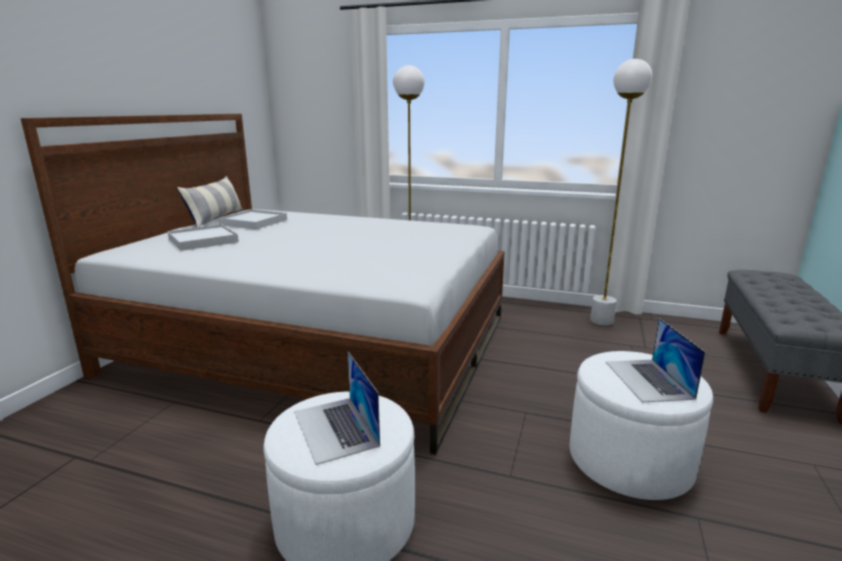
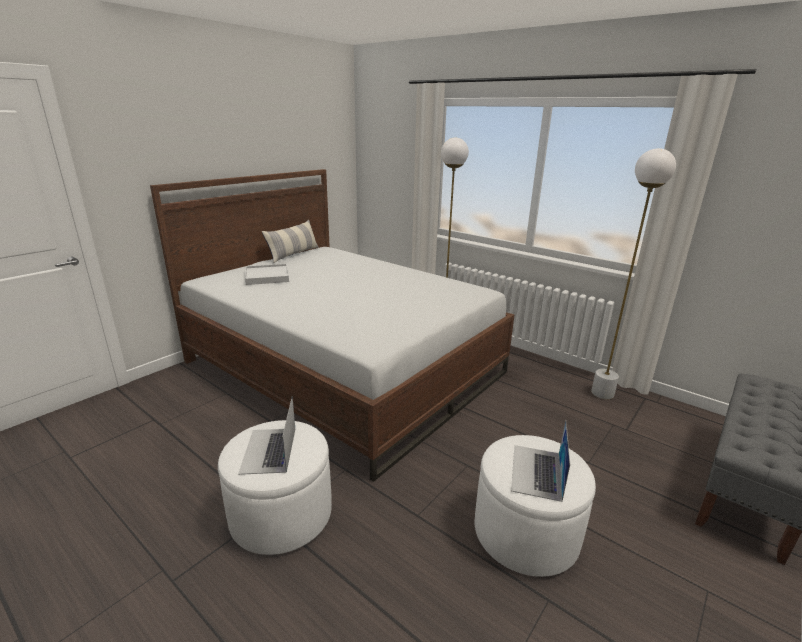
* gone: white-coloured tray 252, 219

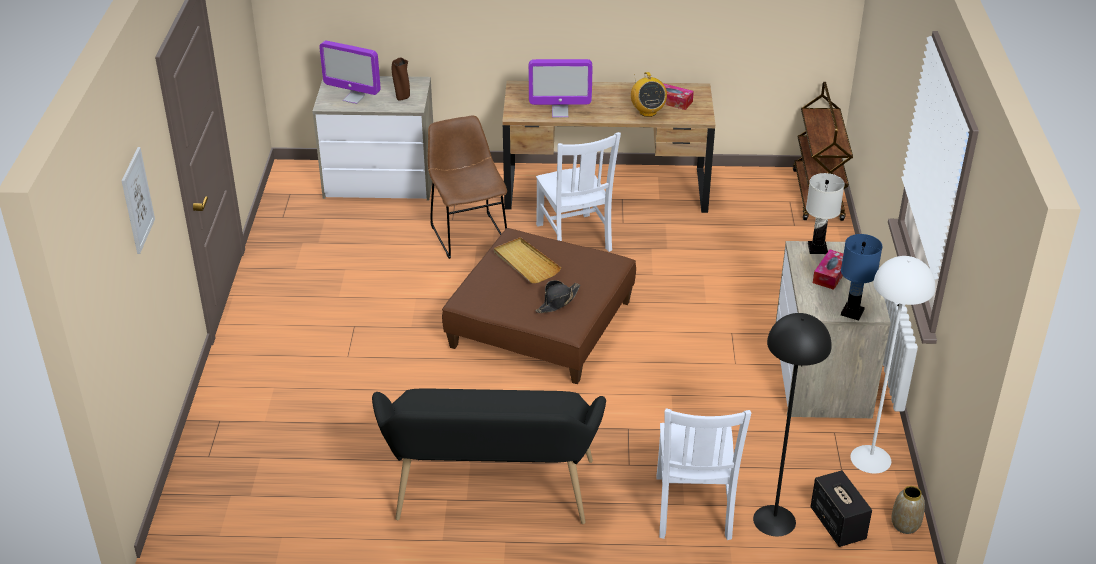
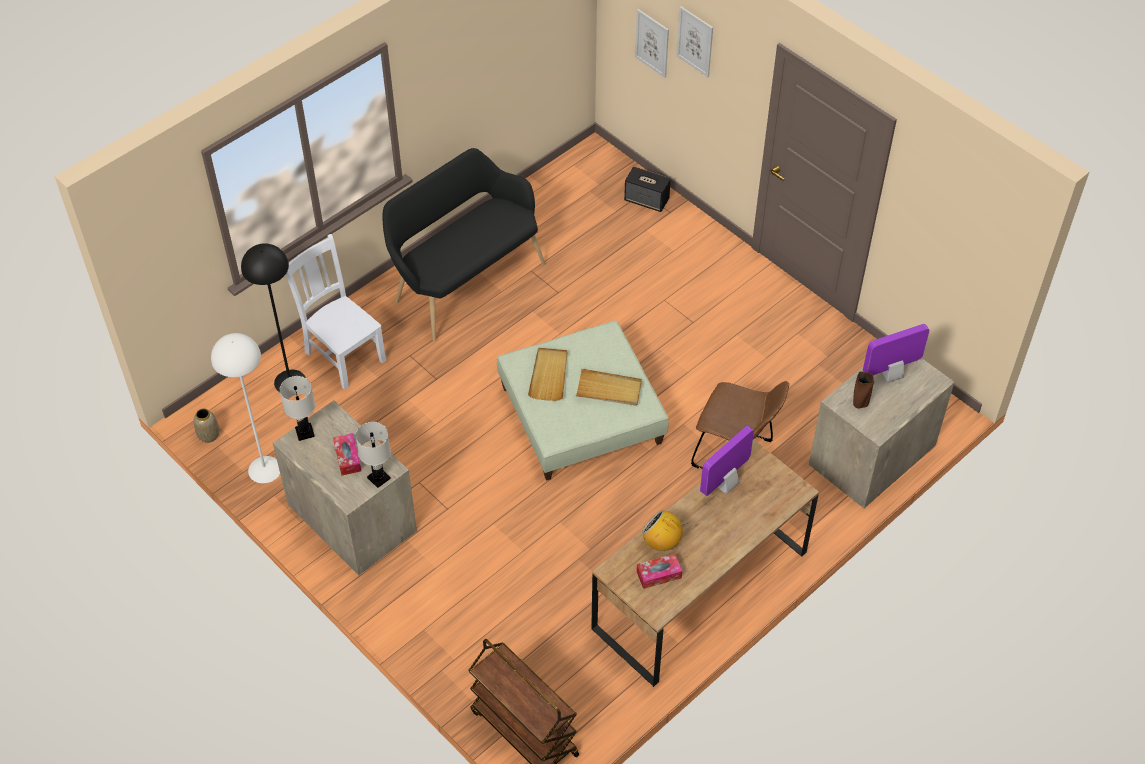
* repainted: blue-coloured table lamp 861, 277 to white-coloured table lamp 297, 408
* repainted: brownish footrest 539, 306 to green footrest 583, 401
* swapped: black wearable hat 557, 296 to beige-coloured tray 548, 374
* shifted: speaker 841, 508 to 647, 189
* new: wall art 652, 43
* gone: white-coloured plain chair 578, 192

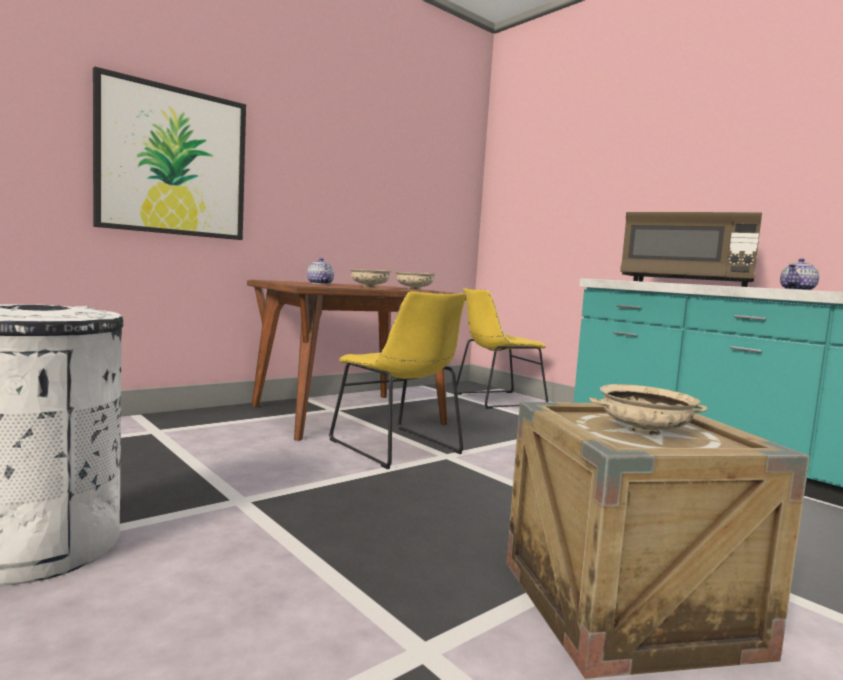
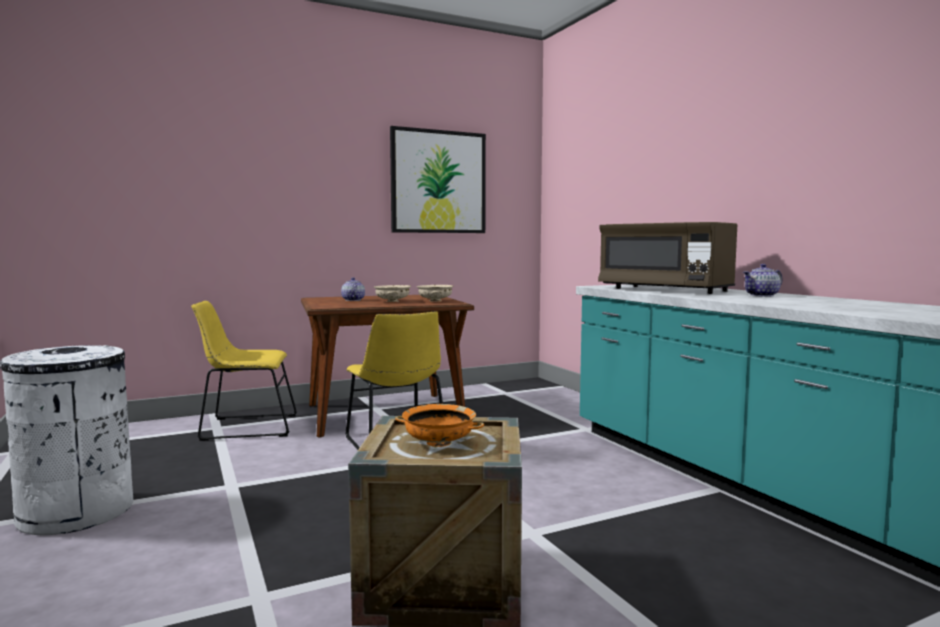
* shifted: yellowish plain chair 502, 348 to 244, 371
* shifted: wall art 169, 153 to 438, 179
* repainted: beige-coloured bowl 648, 409 to orange bowl 439, 425

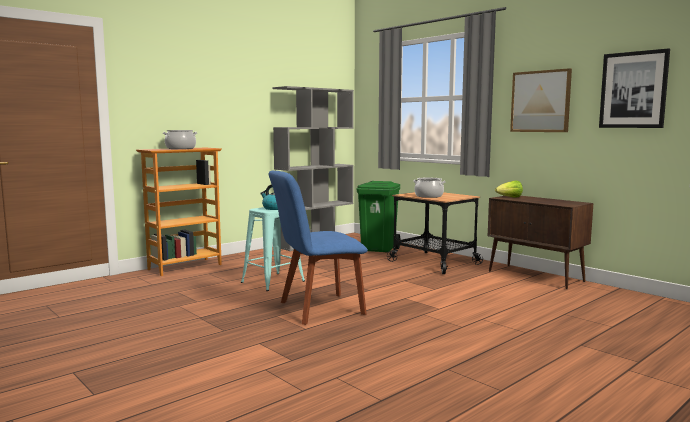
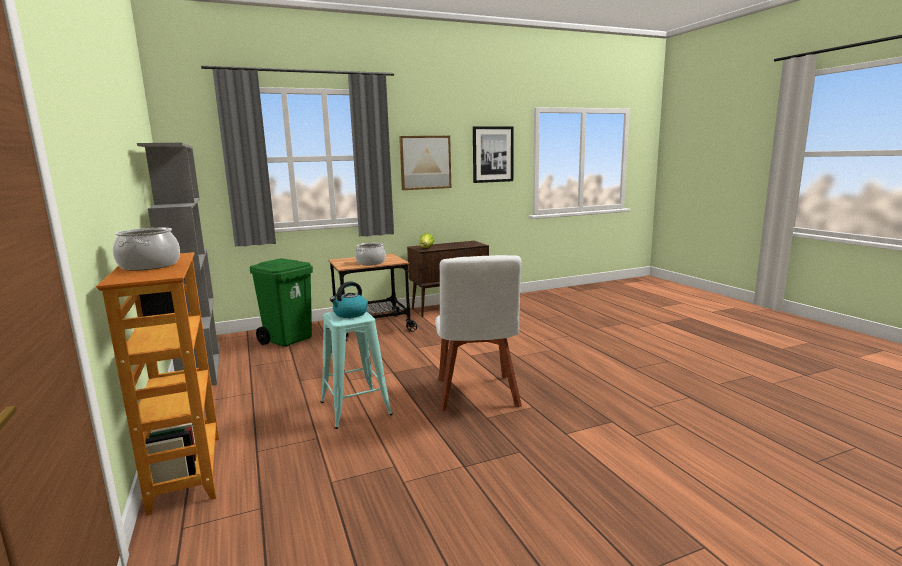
* repainted: blue-coloured plain chair 318, 248 to white-coloured plain chair 478, 333

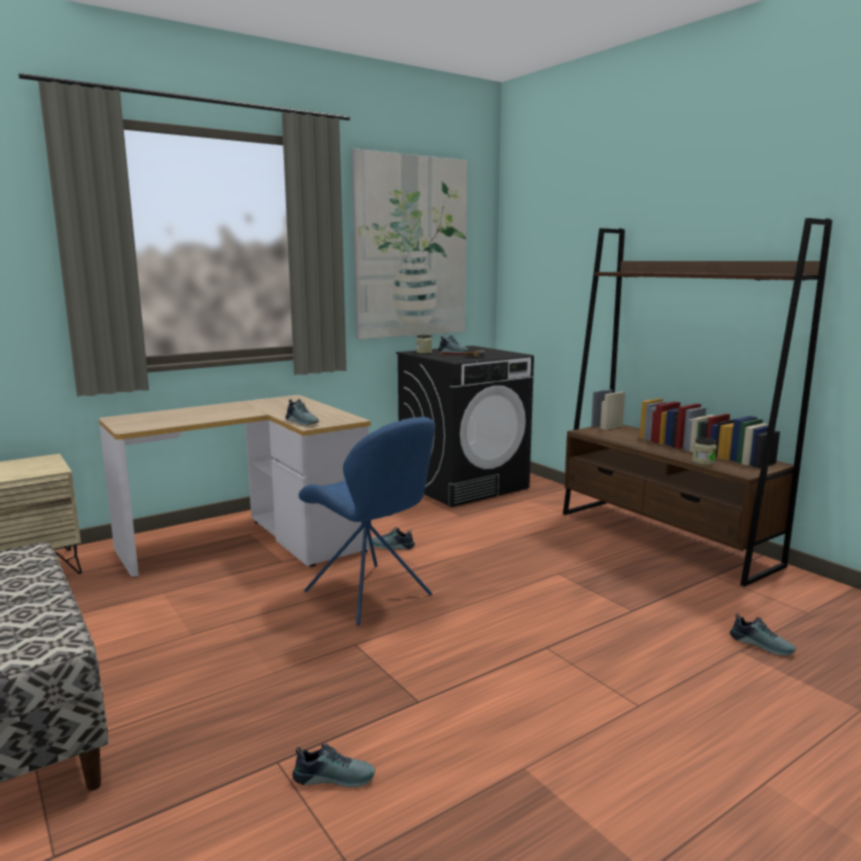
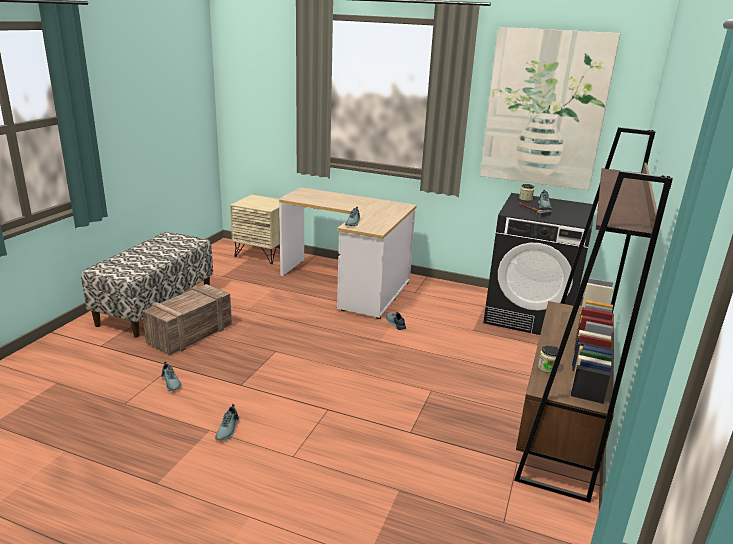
* new: packing crate 187, 319
* shifted: shoe 763, 634 to 227, 422
* gone: blue-coloured plain chair 367, 521

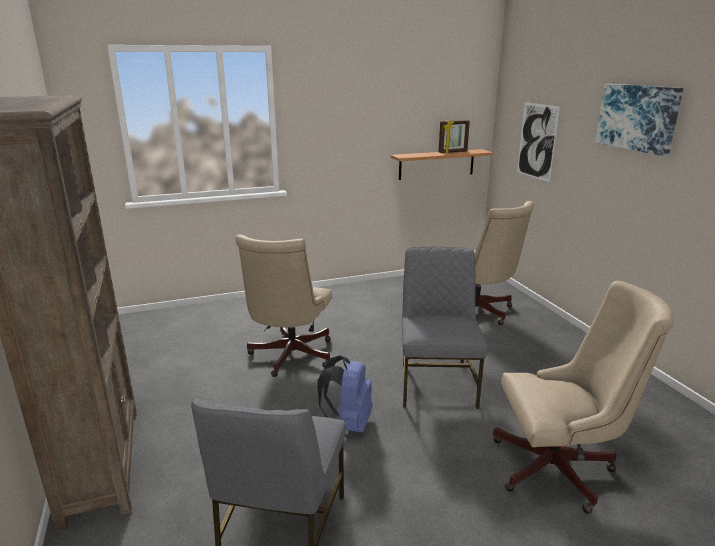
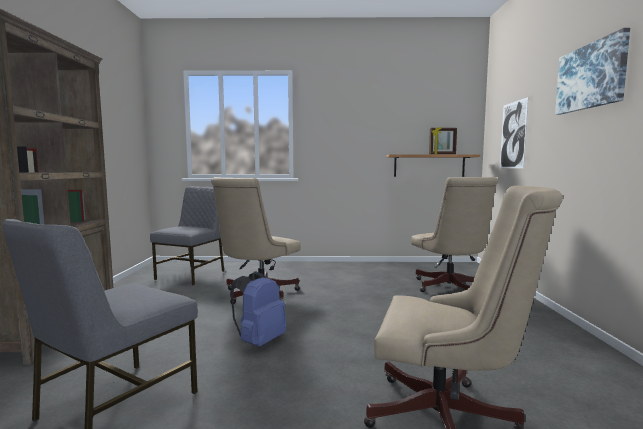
* shifted: grey plain chair 444, 328 to 187, 235

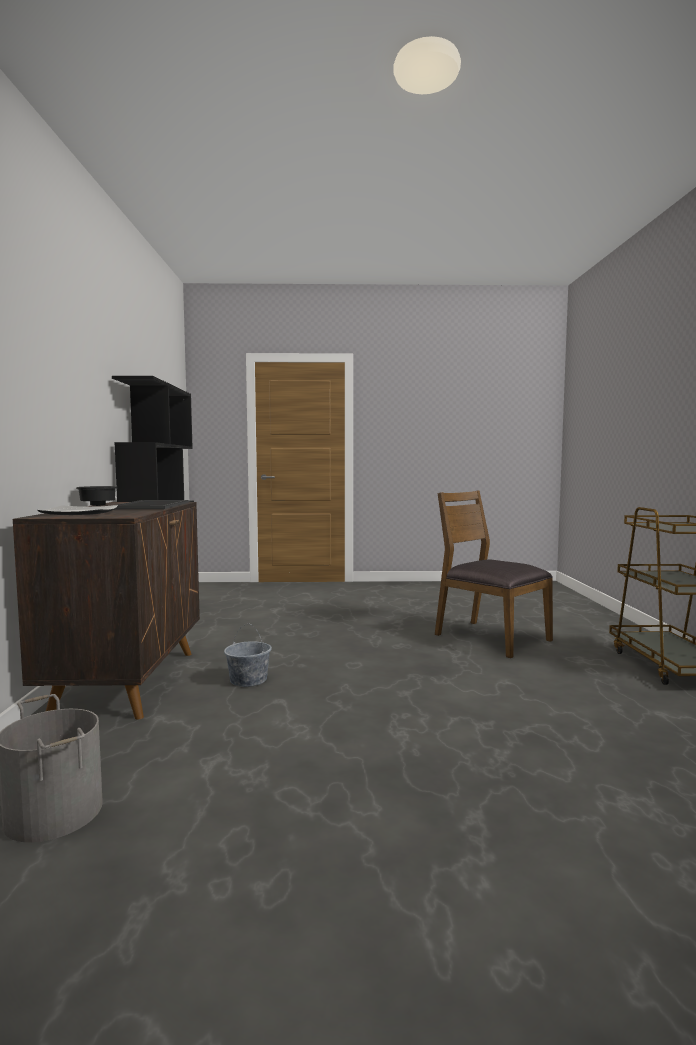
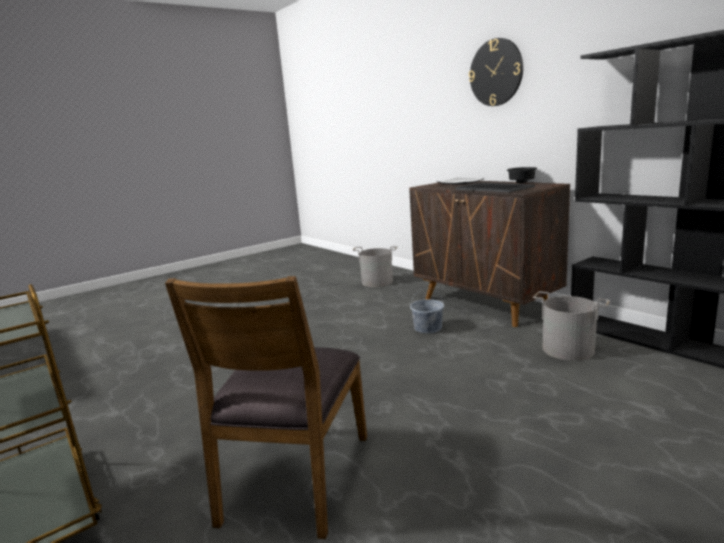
* rotated: brownish plain chair 494, 574 = 266, 407 90 degrees clockwise
* new: hanging clock 496, 72
* new: grey pail 571, 326

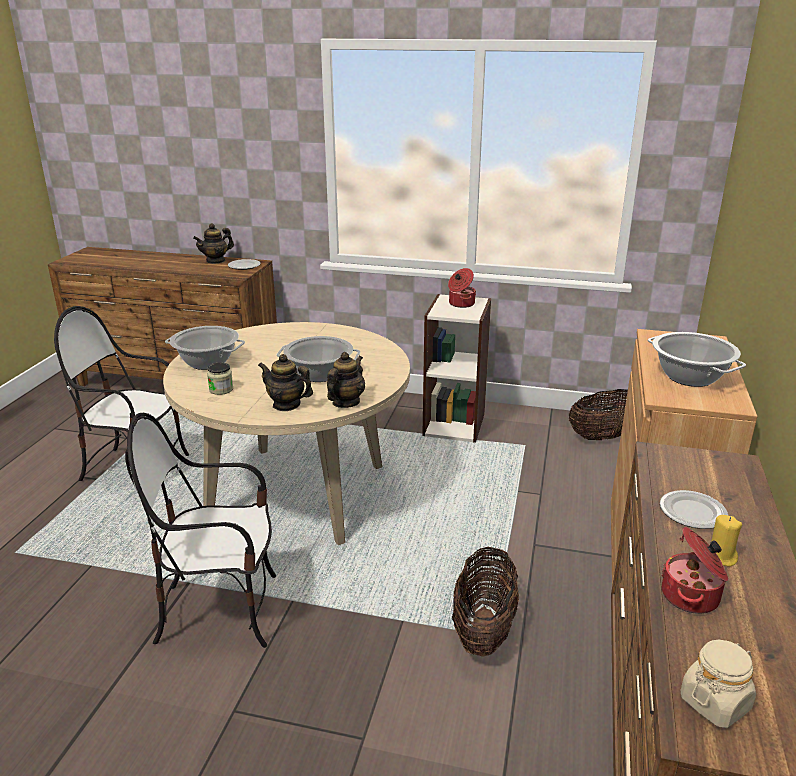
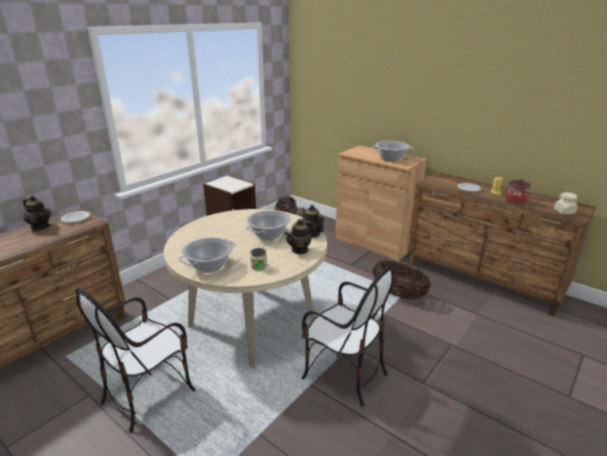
* rotated: tea pot 213, 243 = 37, 212 45 degrees counterclockwise
* rotated: plain chair 200, 530 = 348, 336 75 degrees counterclockwise
* gone: cooking pot 462, 288

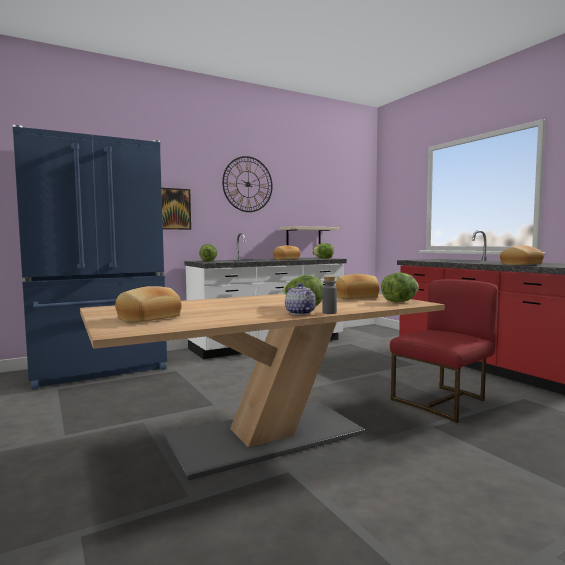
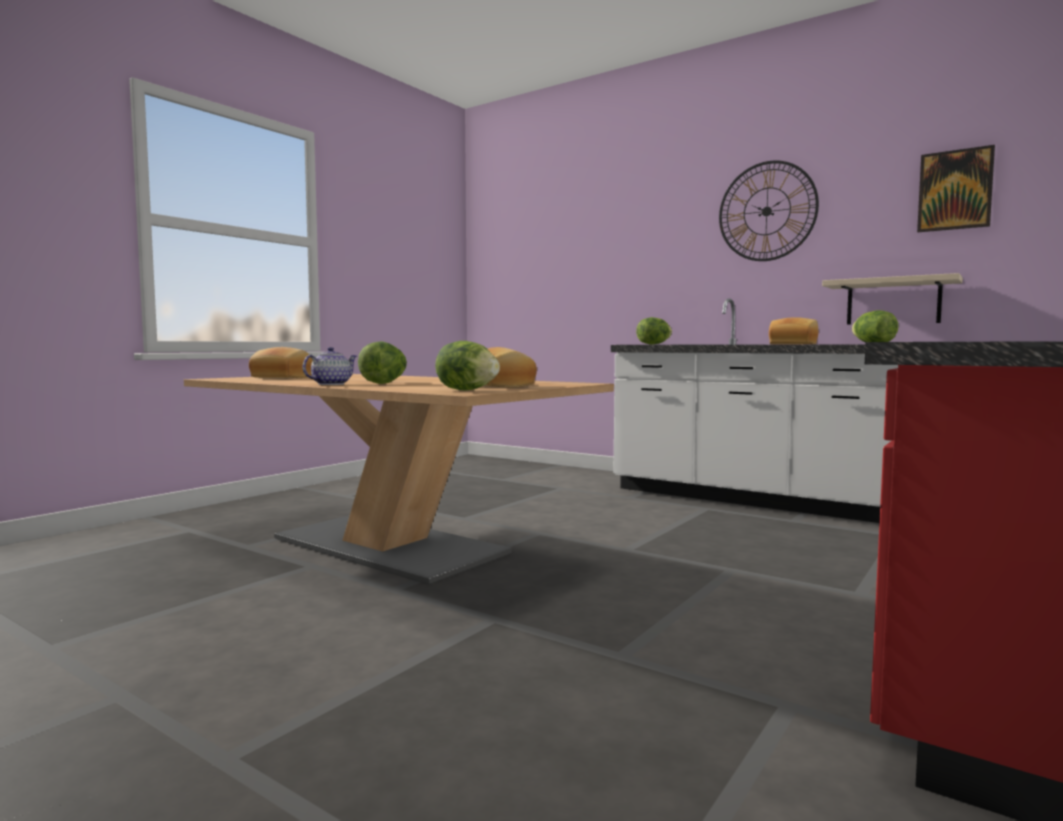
* shifted: wall art 176, 209 to 956, 188
* gone: blue-coloured kitchen fridge 90, 257
* gone: grey beverage bottle 329, 295
* gone: red-coloured plain chair 444, 351
* gone: bread 522, 255

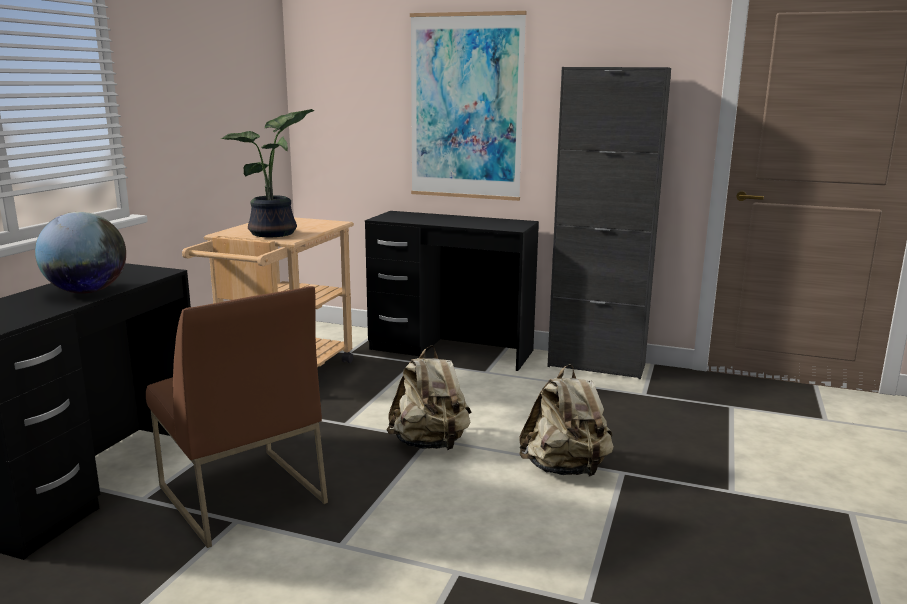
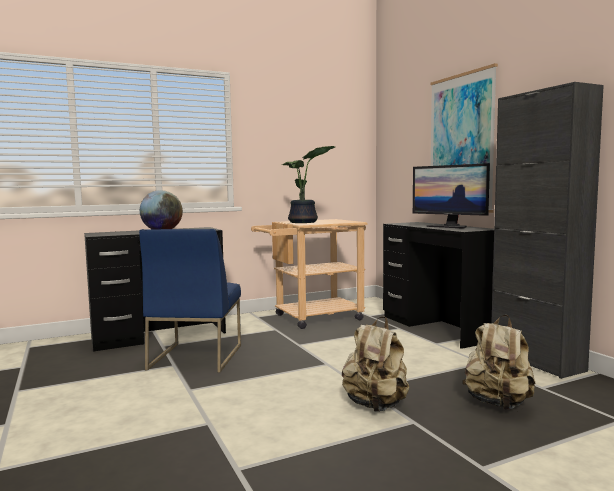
* repainted: brownish plain chair 237, 417 to blue-coloured plain chair 190, 300
* new: computer screen 451, 196
* shifted: beige-coloured rucksack 428, 397 to 499, 362

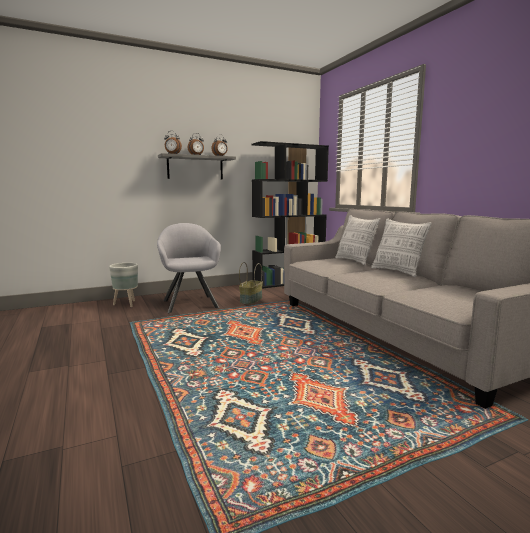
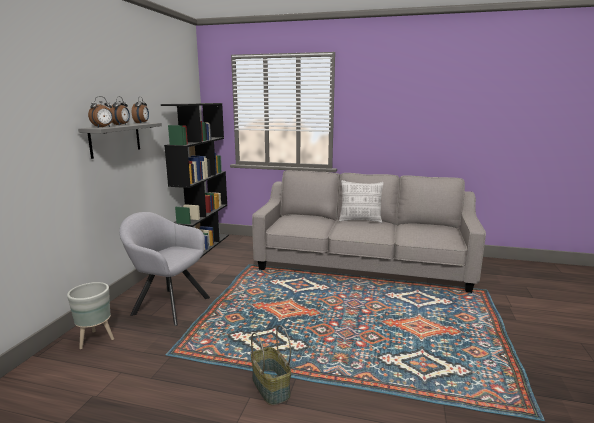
* shifted: household basket 251, 283 to 271, 365
* gone: cushion 357, 240

